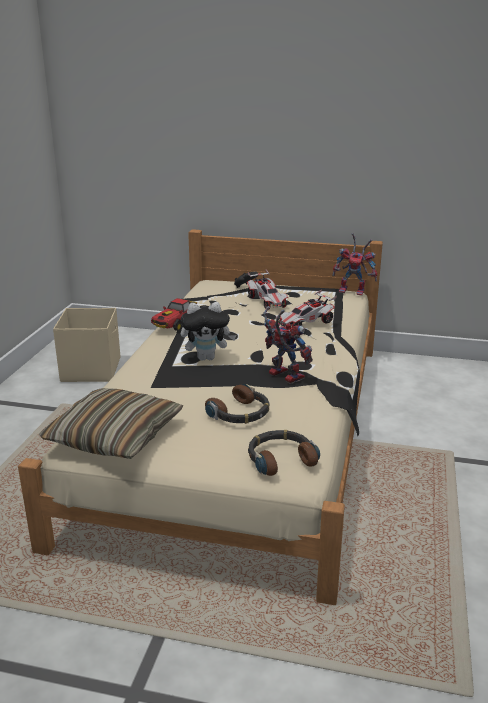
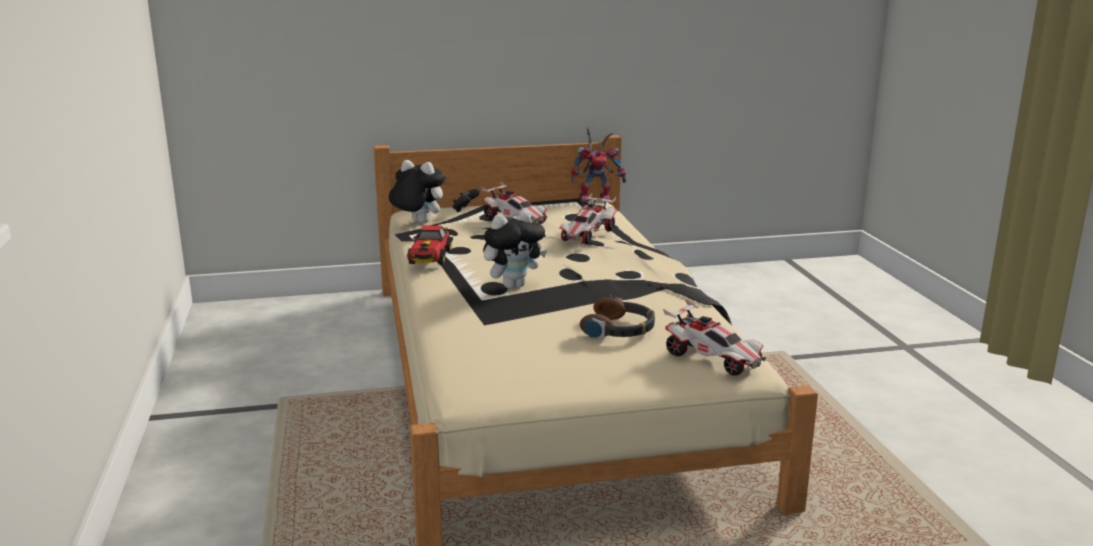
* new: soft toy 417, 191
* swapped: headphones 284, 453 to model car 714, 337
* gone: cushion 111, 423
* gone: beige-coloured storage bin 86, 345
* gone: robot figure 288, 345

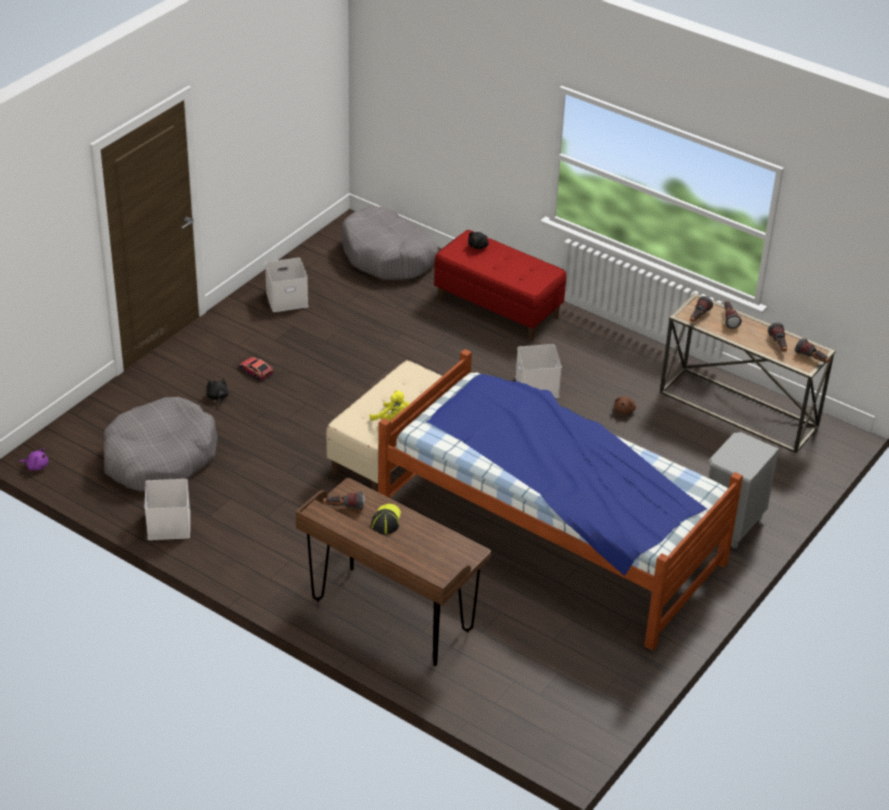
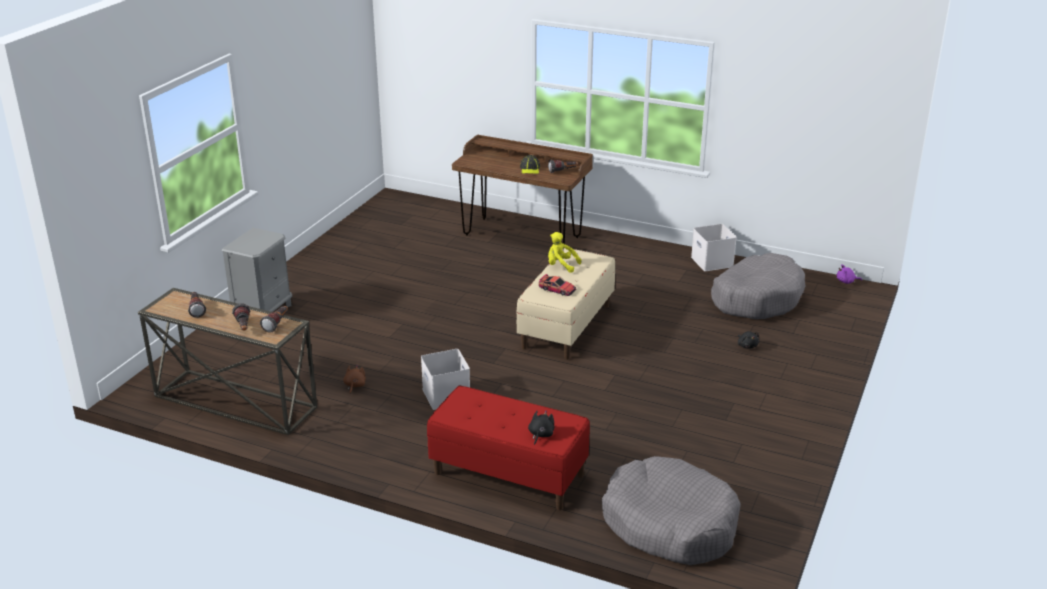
* shifted: model car 256, 368 to 557, 285
* gone: white-coloured storage bin 286, 285
* gone: sleeping bed 560, 499
* gone: flashlight 812, 350

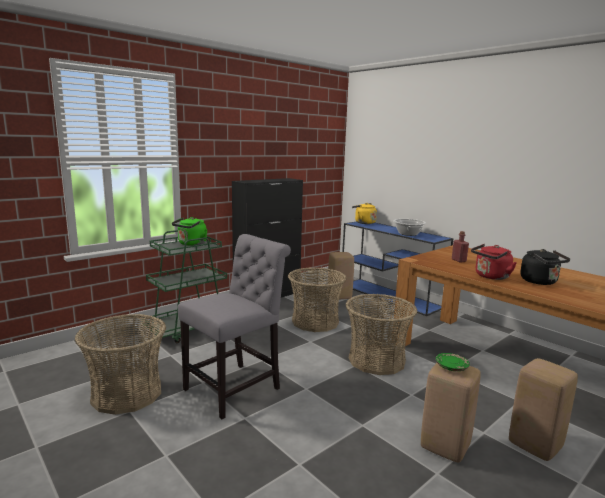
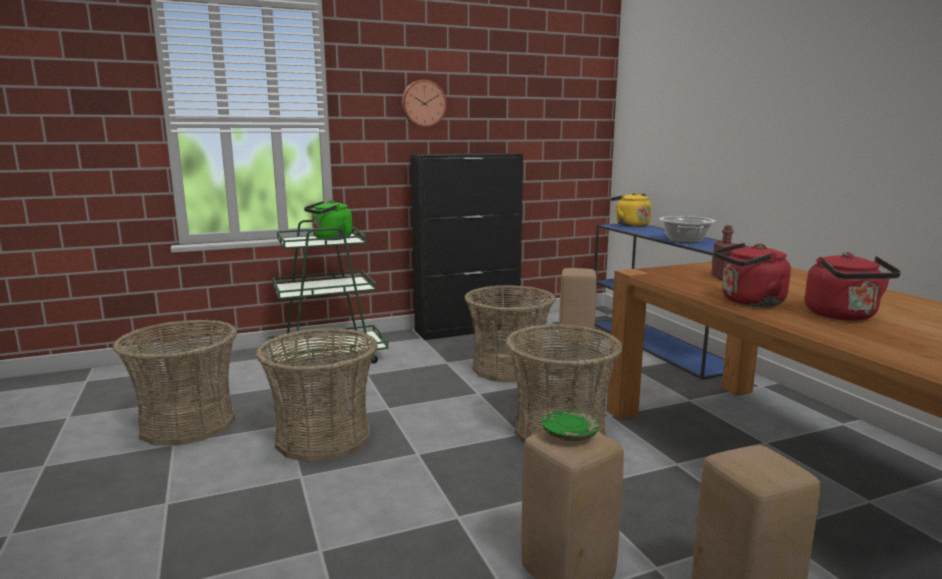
* swapped: grey plain chair 234, 326 to household basket 316, 395
* new: hanging clock 424, 103
* repainted: black kettle 545, 267 to red-coloured kettle 853, 286

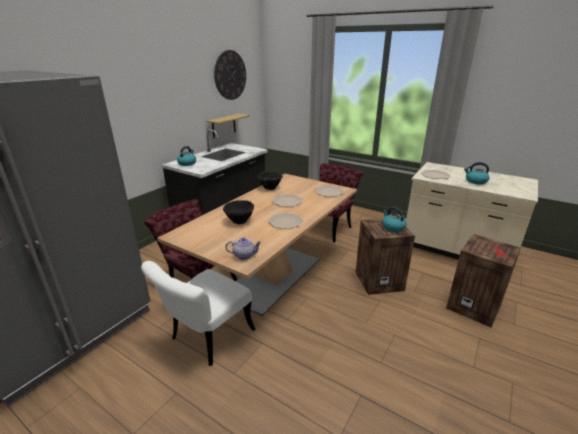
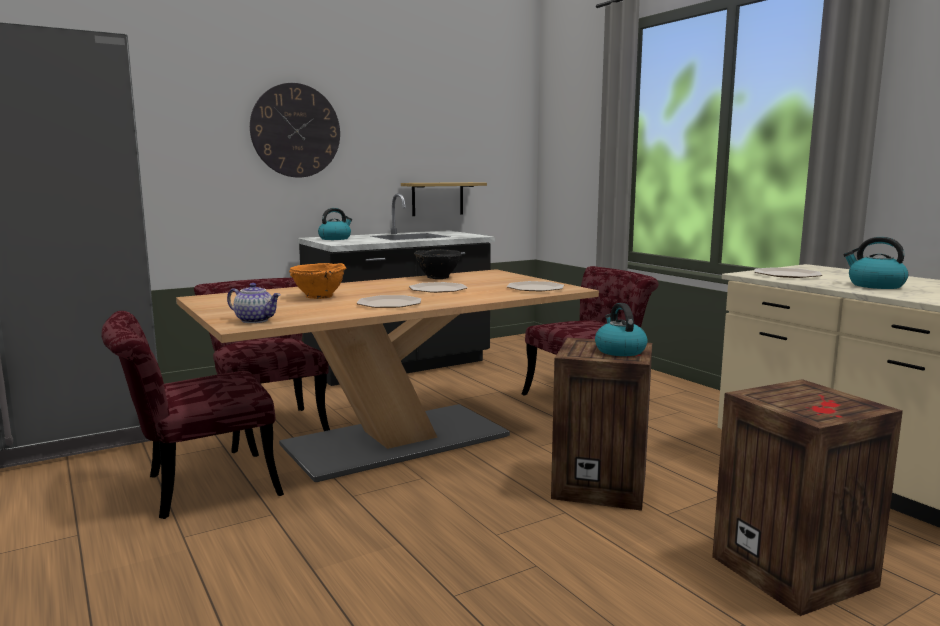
* repainted: white-coloured plain chair 198, 313 to red-coloured plain chair 193, 415
* shifted: hanging clock 230, 75 to 295, 130
* repainted: black bowl 238, 212 to orange bowl 317, 281

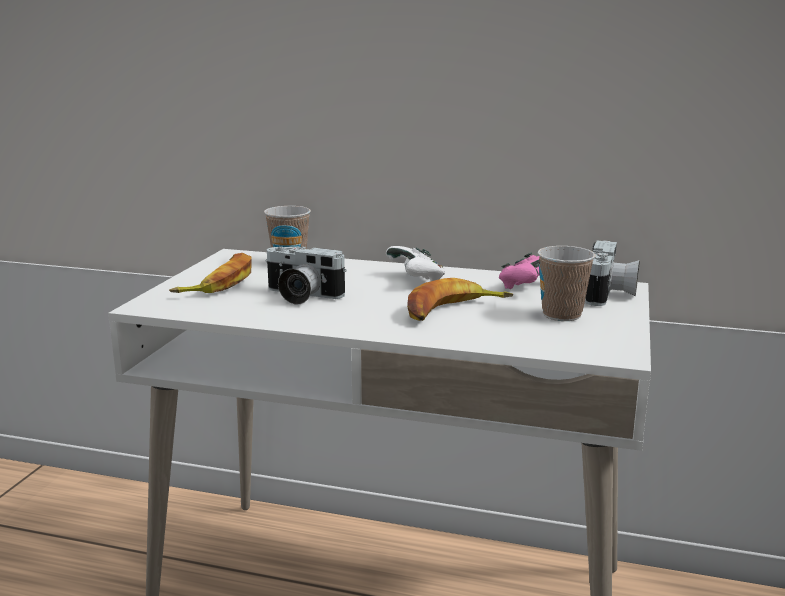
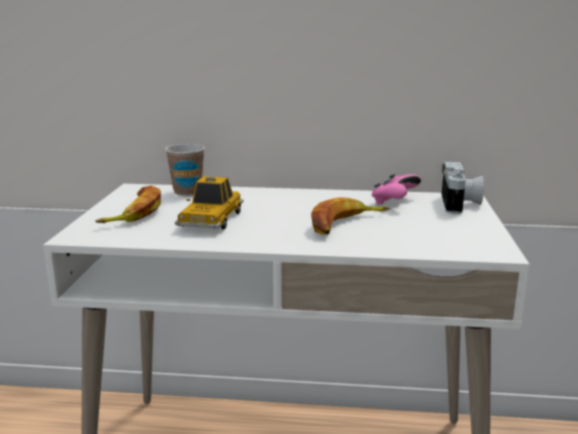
* swapped: photo camera 306, 275 to model car 209, 203
* gone: white-coloured game controller 415, 263
* gone: drinking cup 566, 283

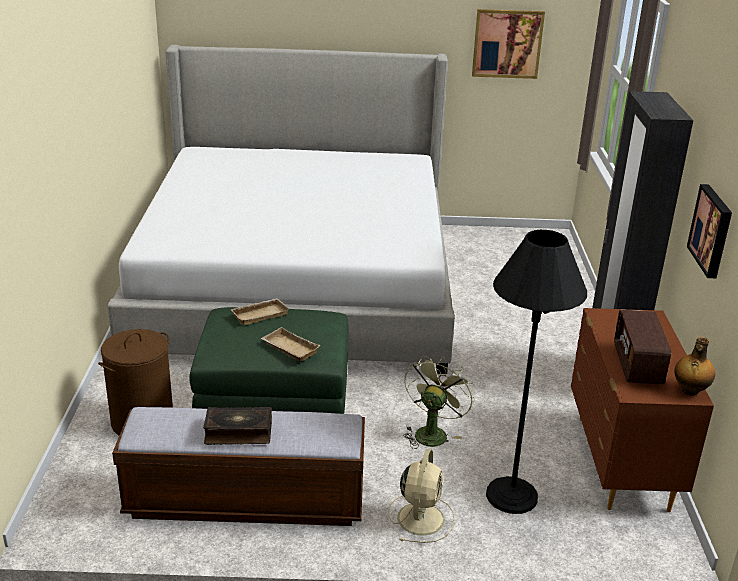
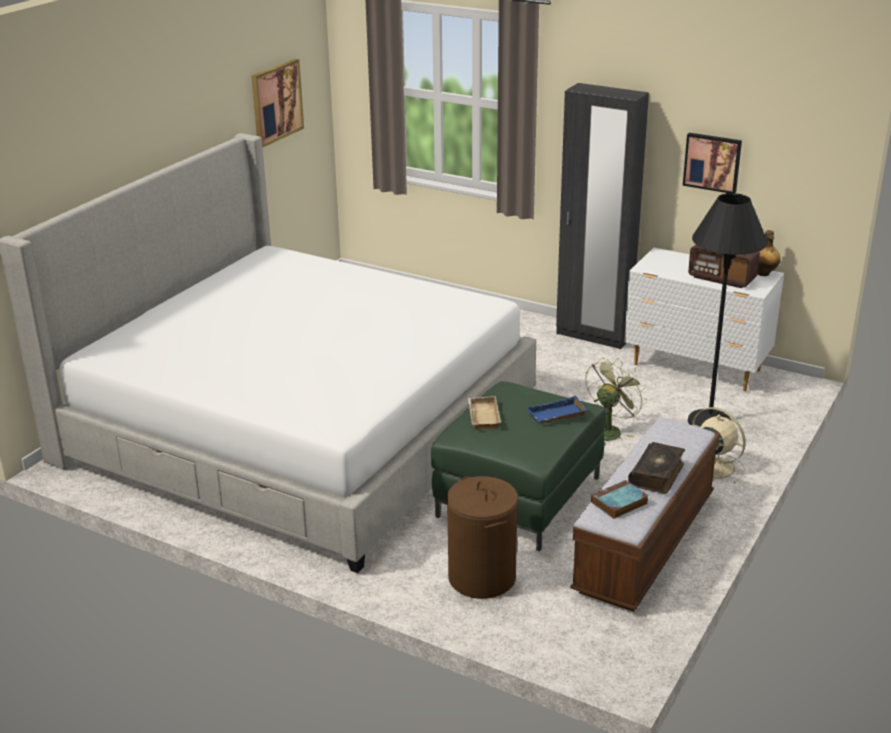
* repainted: beige-coloured tray 291, 344 to blue-coloured tray 557, 410
* rotated: green electric fan 439, 402 = 616, 399 75 degrees clockwise
* new: bound book 620, 499
* repainted: brownish drawer chest 642, 410 to white-coloured drawer chest 704, 319

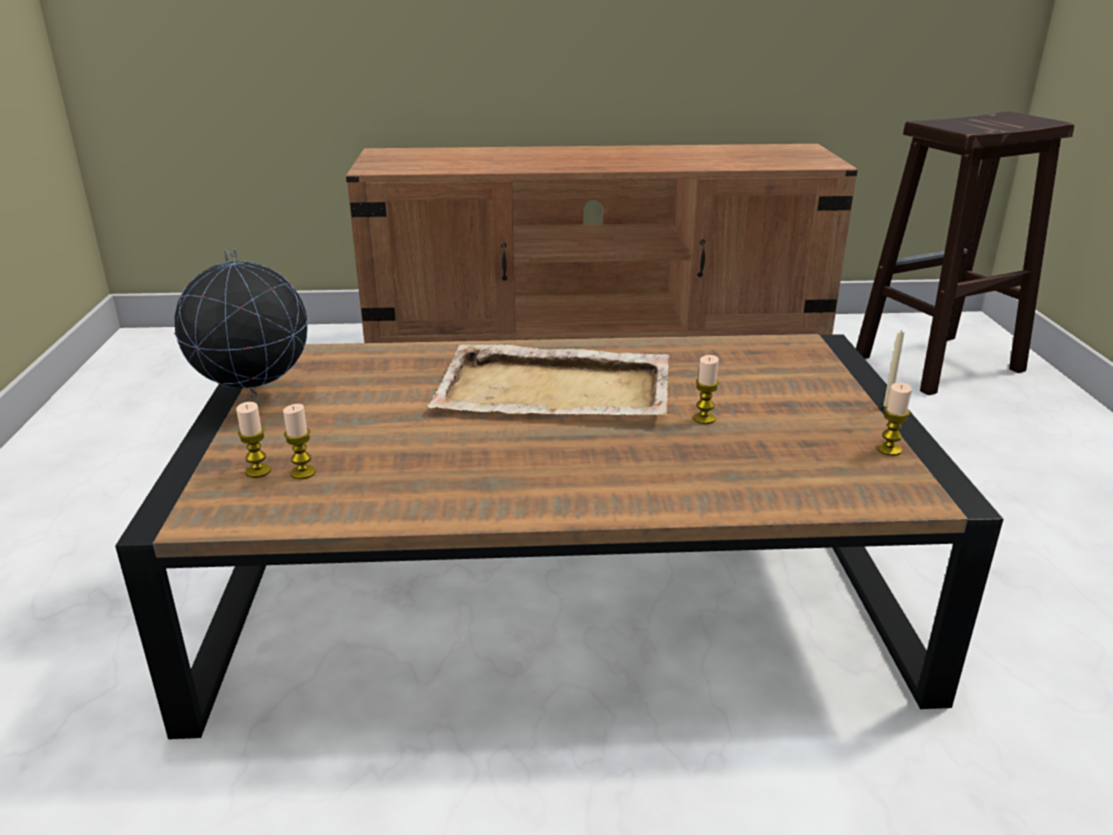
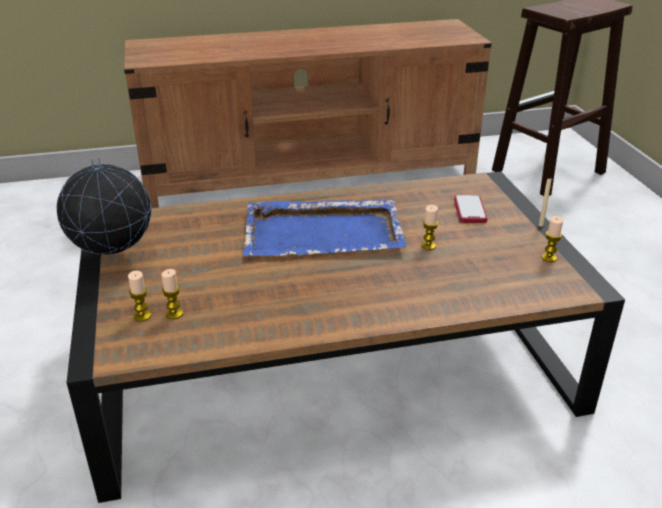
* repainted: beige-coloured tray 548, 379 to blue-coloured tray 324, 227
* new: telephone 471, 209

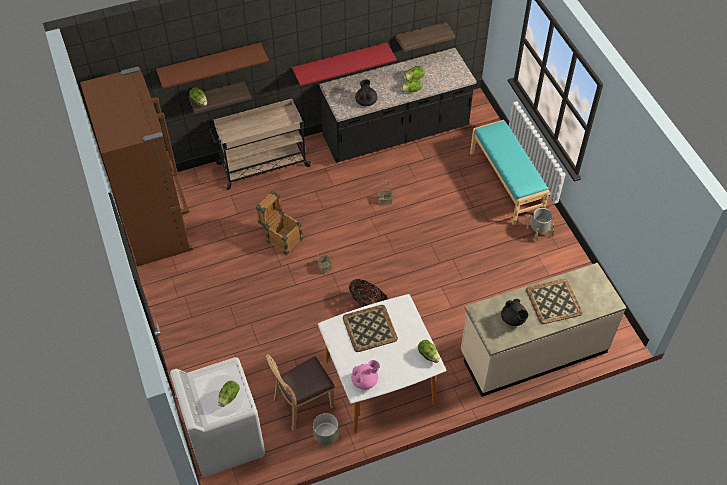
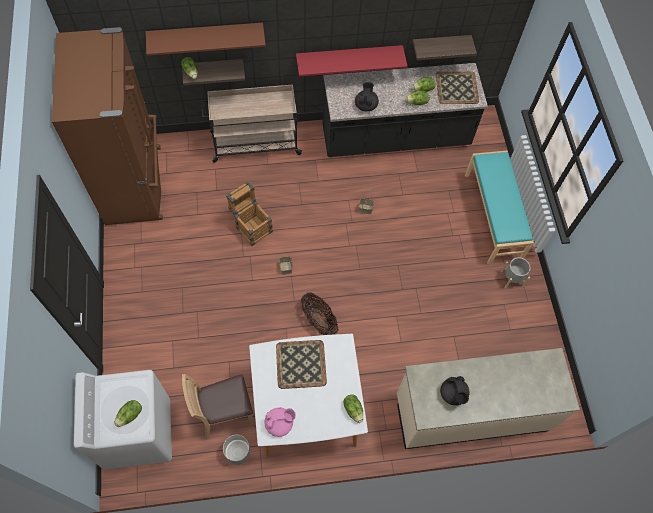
* shifted: tray 554, 301 to 457, 87

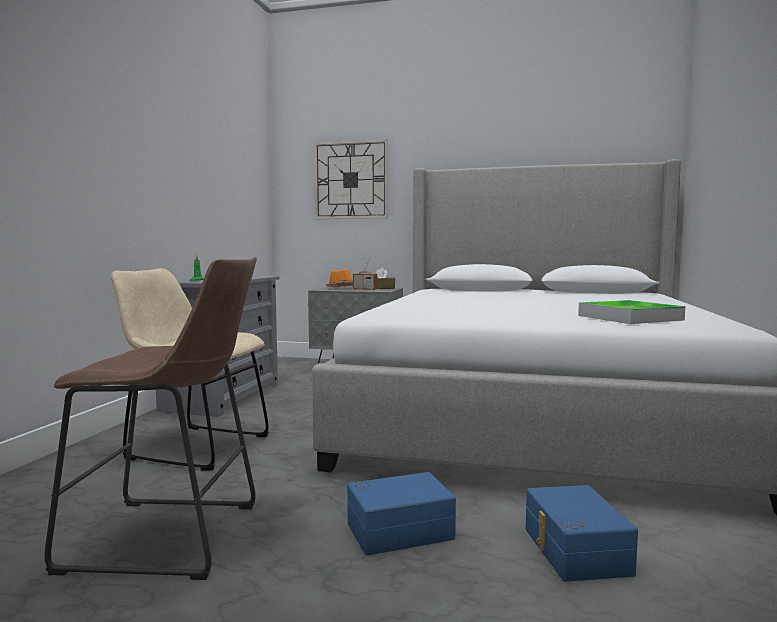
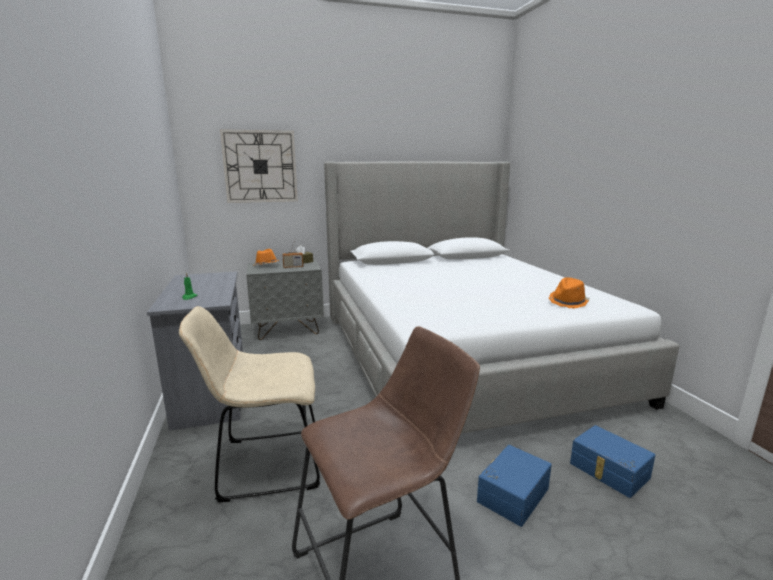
* swapped: tray 632, 312 to orange wearable hat 569, 293

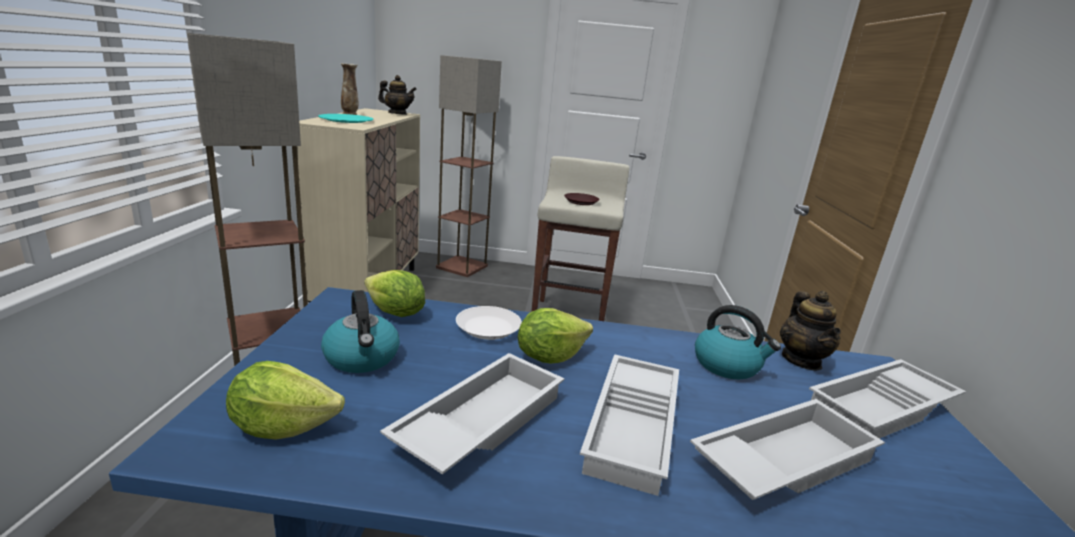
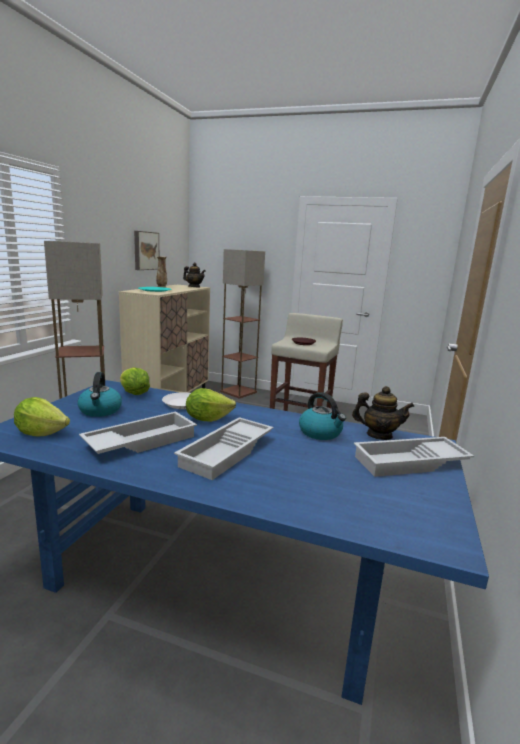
* new: wall art 146, 250
* rotated: tea pot 810, 330 = 383, 413 90 degrees counterclockwise
* gone: white-coloured tray 787, 449

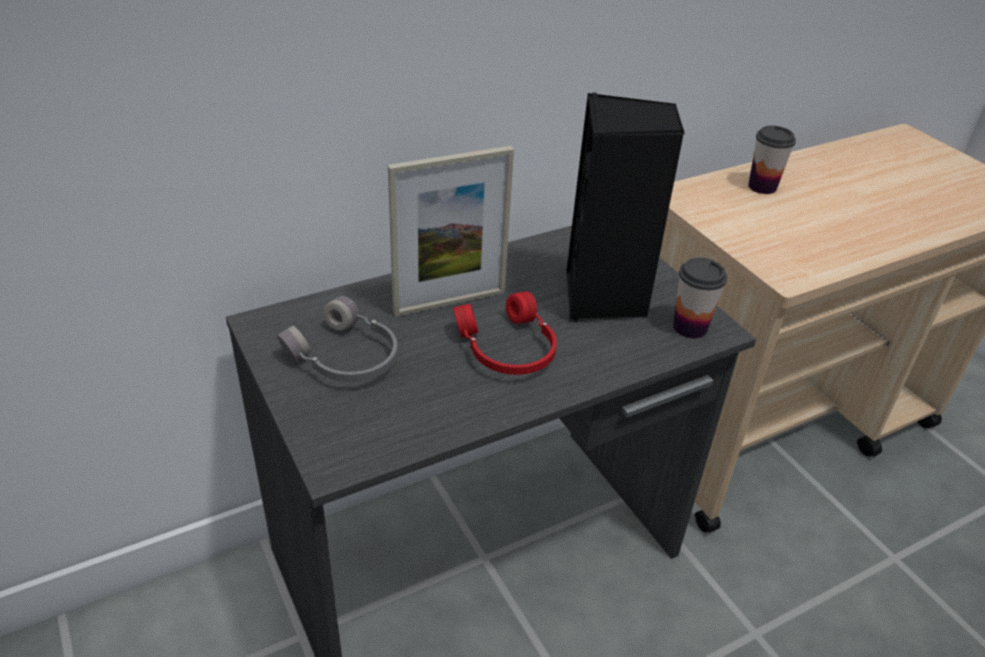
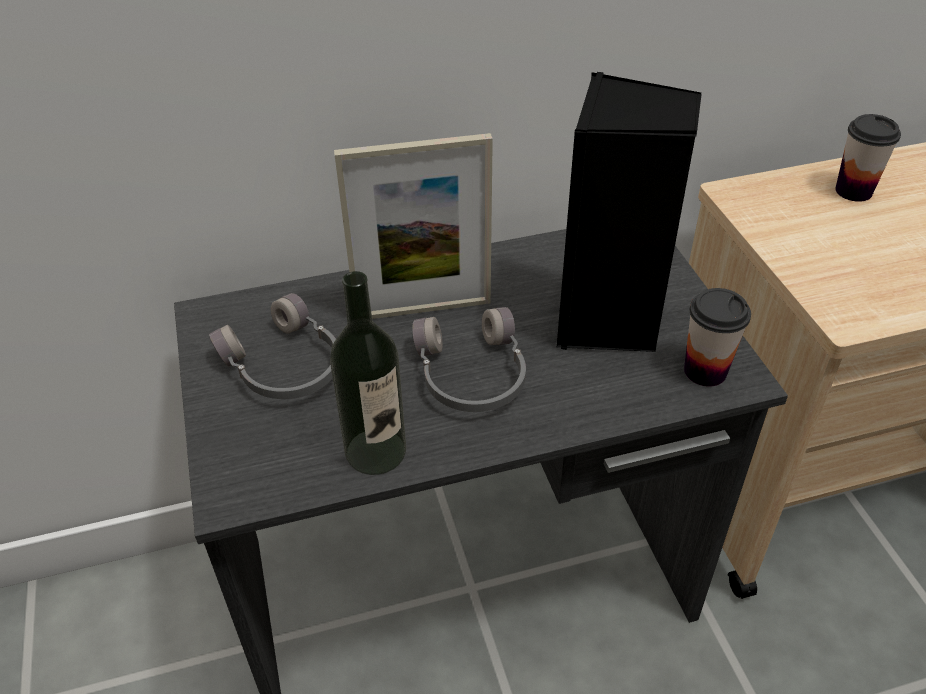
* new: beverage bottle 368, 373
* repainted: red-coloured headphones 505, 333 to grey headphones 469, 359

